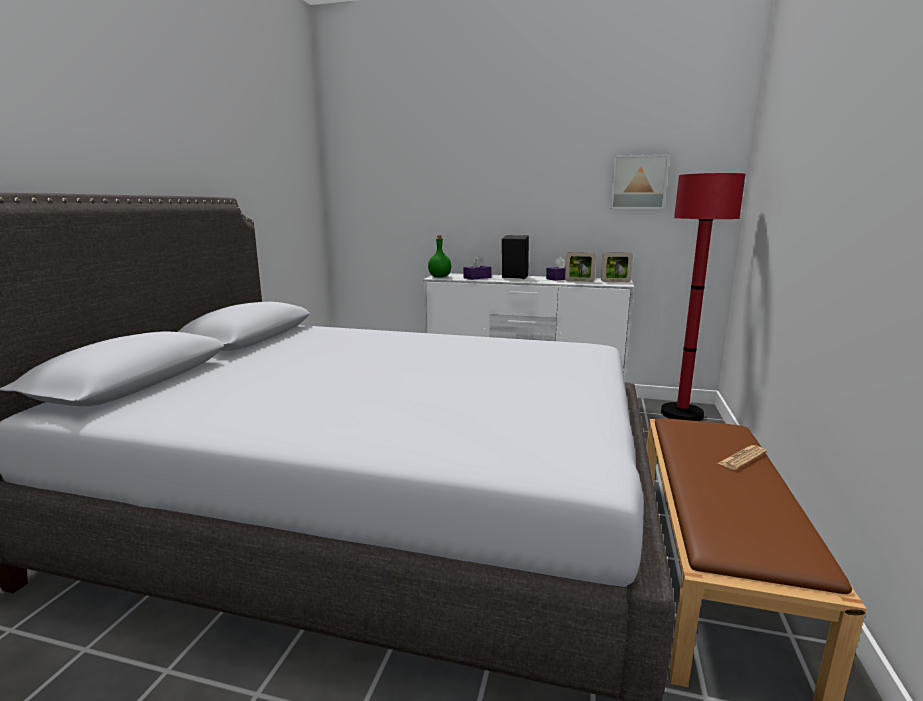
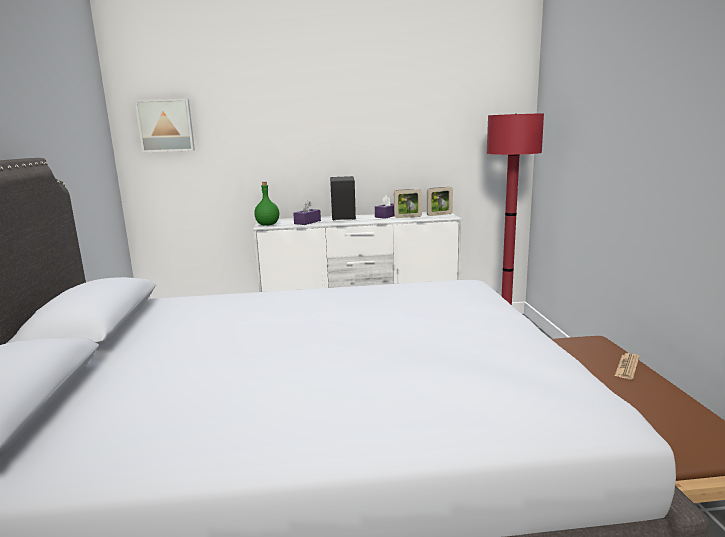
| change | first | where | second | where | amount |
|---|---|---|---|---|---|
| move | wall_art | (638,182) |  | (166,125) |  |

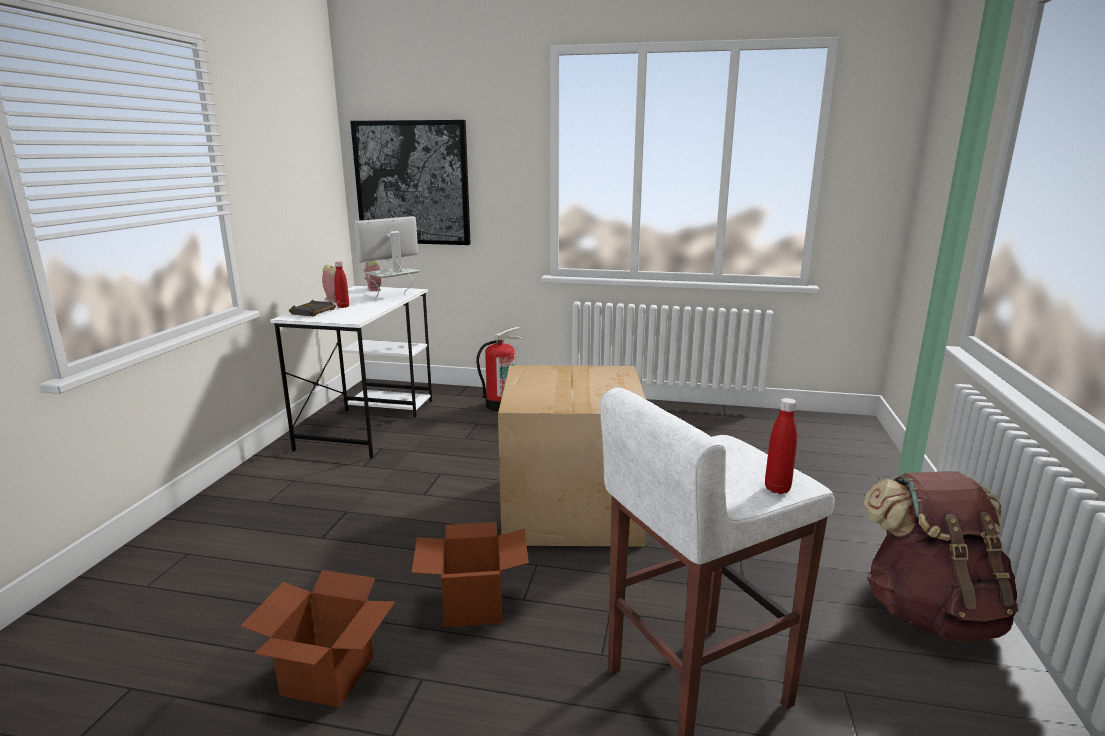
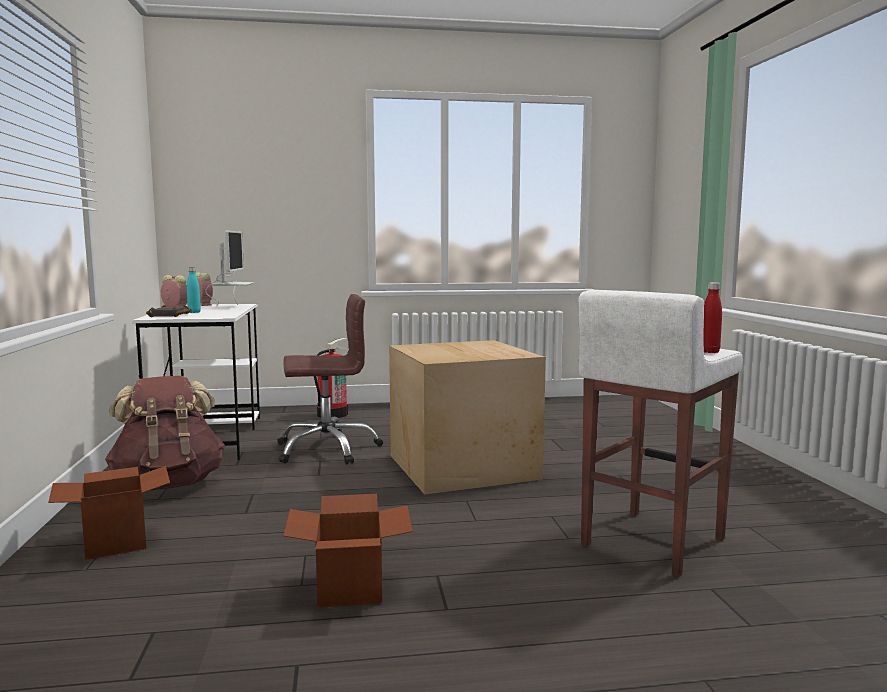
| change | first | where | second | where | amount |
|---|---|---|---|---|---|
| recolor | red-coloured_drink_bottle | (343,306) | blue-green_drink_bottle | (194,312) |  |
| delete | wall_art | (412,183) |  |  |  |
| rotate | monitor | (394,296) |  | (233,306) | 150 degrees clockwise |
| move | packing_box | (474,605) |  | (116,543) |  |
| move | brown-coloured_rucksack | (931,612) |  | (169,484) |  |
| insert |  |  | brown-coloured_desk_chair | (327,449) |  |

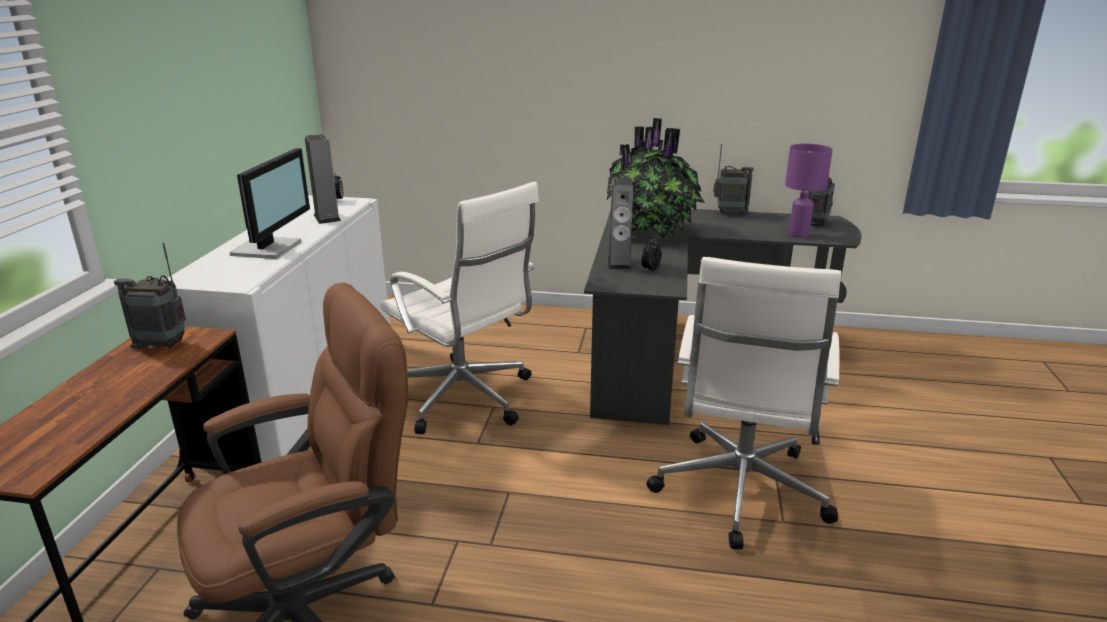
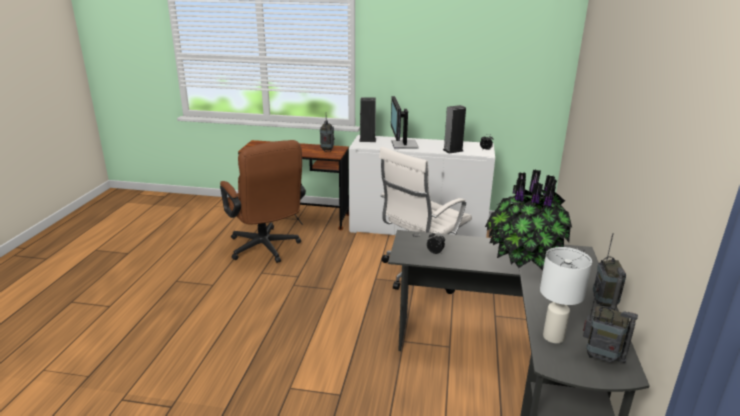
| change | first | where | second | where | amount |
|---|---|---|---|---|---|
| rotate | monitor | (269,248) |  | (403,145) | 75 degrees clockwise |
| move | speaker | (619,263) |  | (367,140) |  |
| delete | white_desk_chair | (739,492) |  |  |  |
| recolor | purple-coloured_table_lamp | (798,234) | white_table_lamp | (554,337) |  |

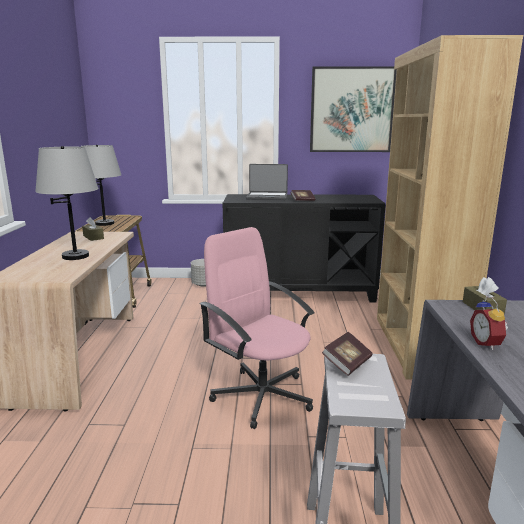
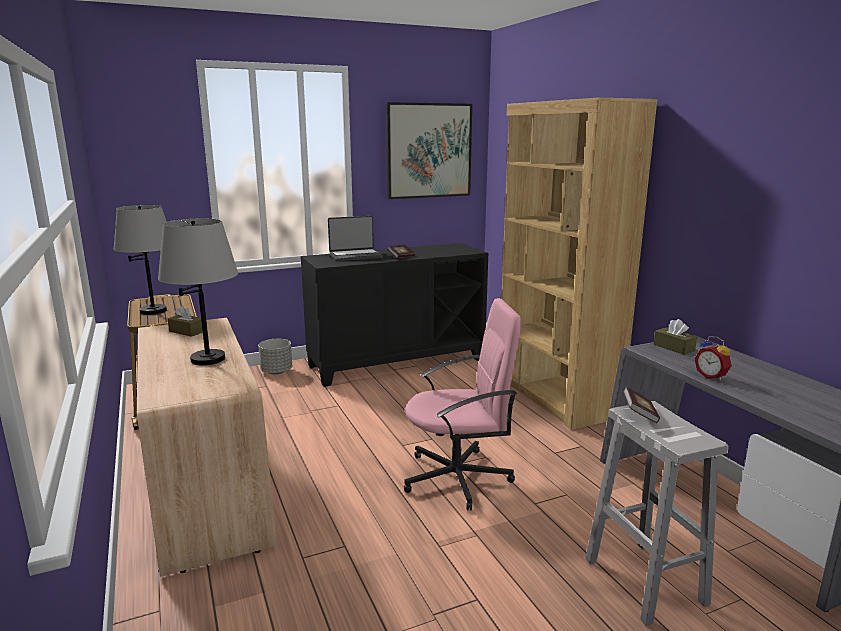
| change | first | where | second | where | amount |
|---|---|---|---|---|---|
| rotate | pinkish_desk_chair | (261,395) |  | (458,477) | 150 degrees clockwise |

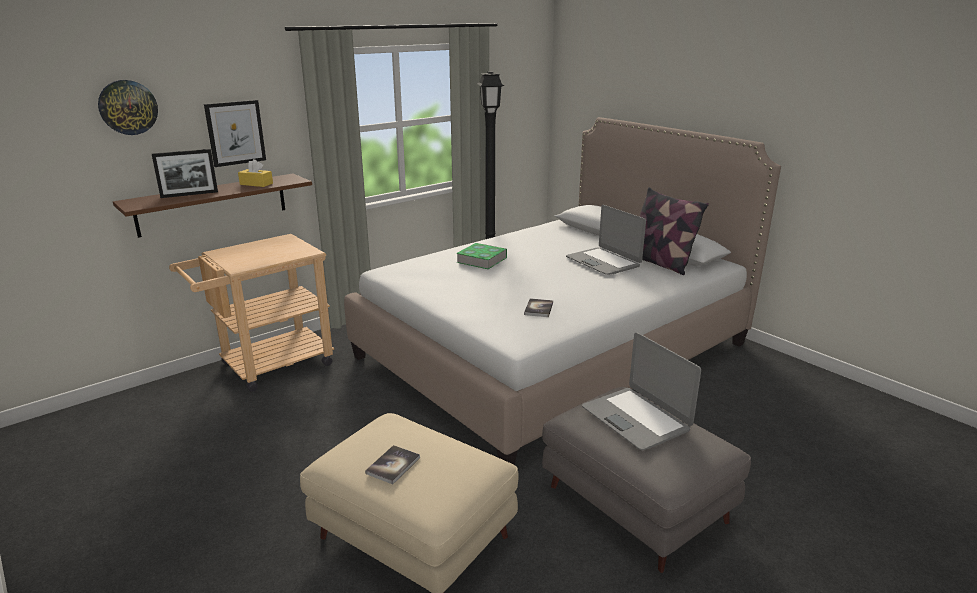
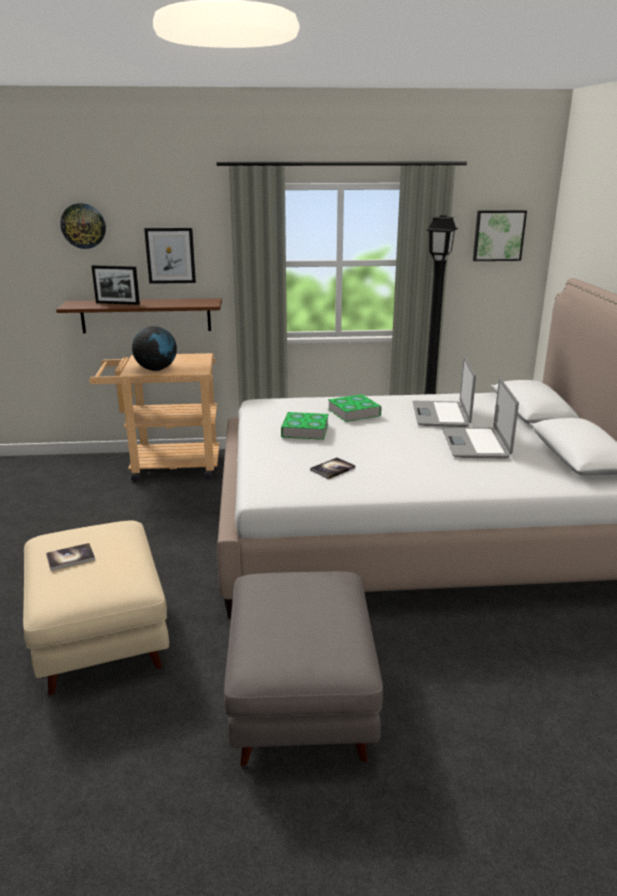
| change | first | where | second | where | amount |
|---|---|---|---|---|---|
| delete | yellowish_tissue_box | (256,184) |  |  |  |
| move | notebook_computer | (636,419) |  | (441,415) |  |
| delete | cushion | (659,263) |  |  |  |
| insert |  |  | world_globe | (156,369) |  |
| insert |  |  | volume | (305,430) |  |
| insert |  |  | wall_art | (498,235) |  |

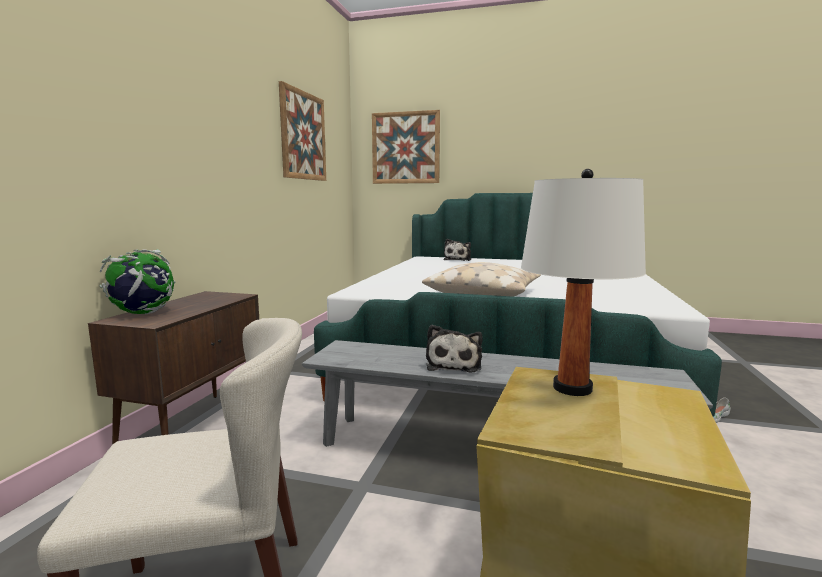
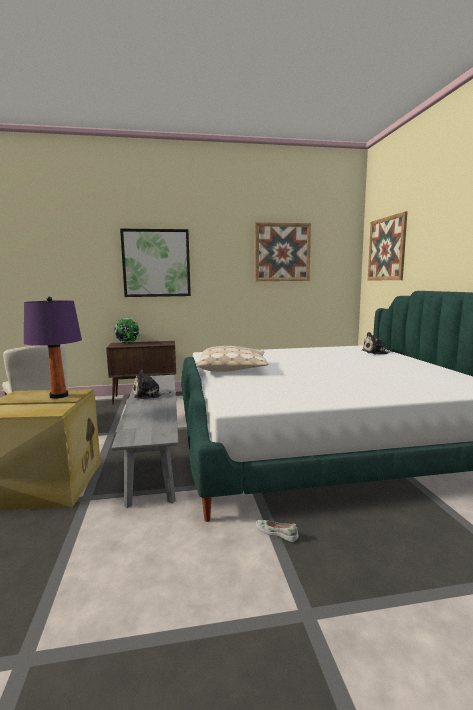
| change | first | where | second | where | amount |
|---|---|---|---|---|---|
| recolor | white_table_lamp | (572,388) | purple-coloured_table_lamp | (59,396) |  |
| insert |  |  | wall_art | (156,263) |  |

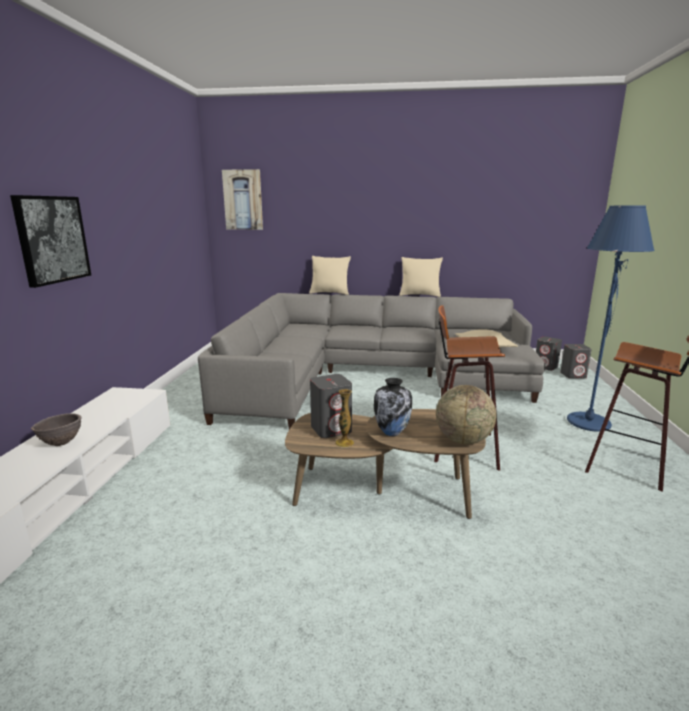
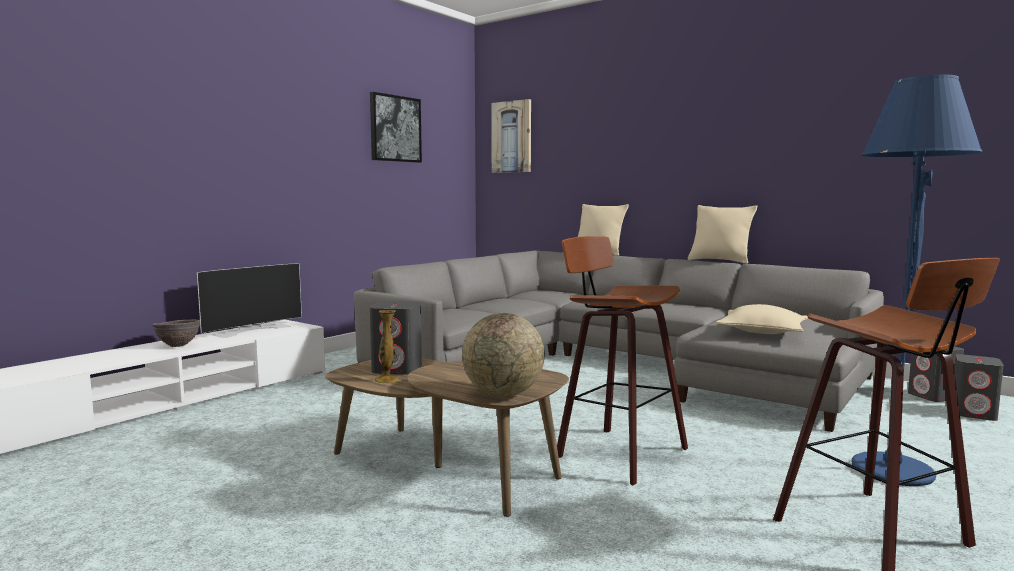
| change | first | where | second | where | amount |
|---|---|---|---|---|---|
| move | wall_art | (52,239) |  | (395,129) |  |
| delete | vase | (392,432) |  |  |  |
| insert |  |  | television | (251,329) |  |

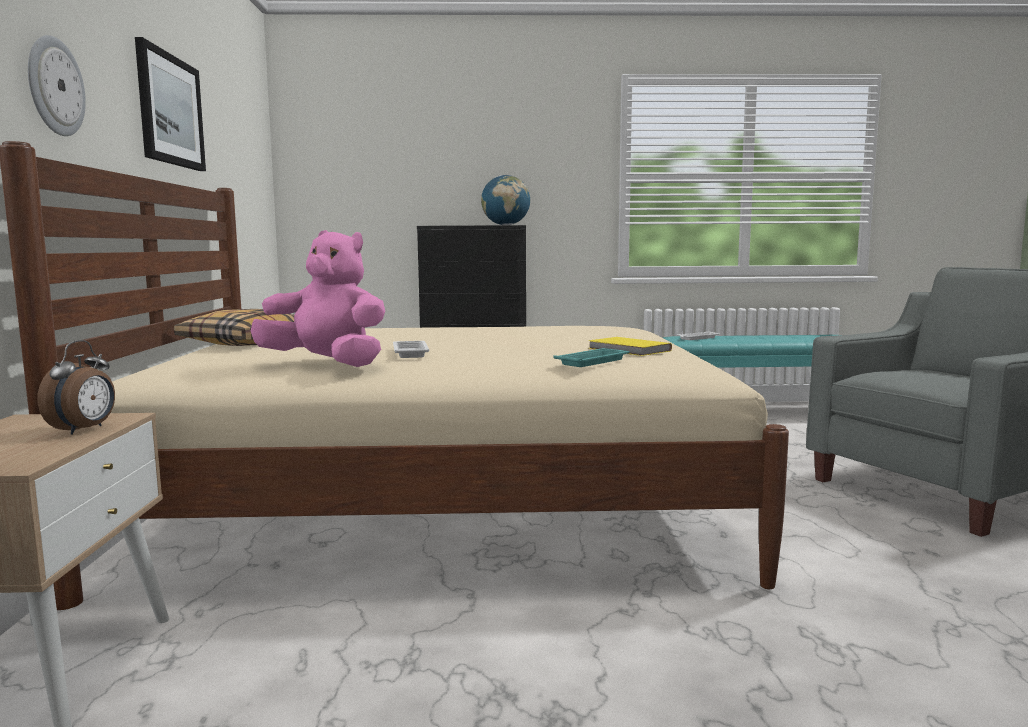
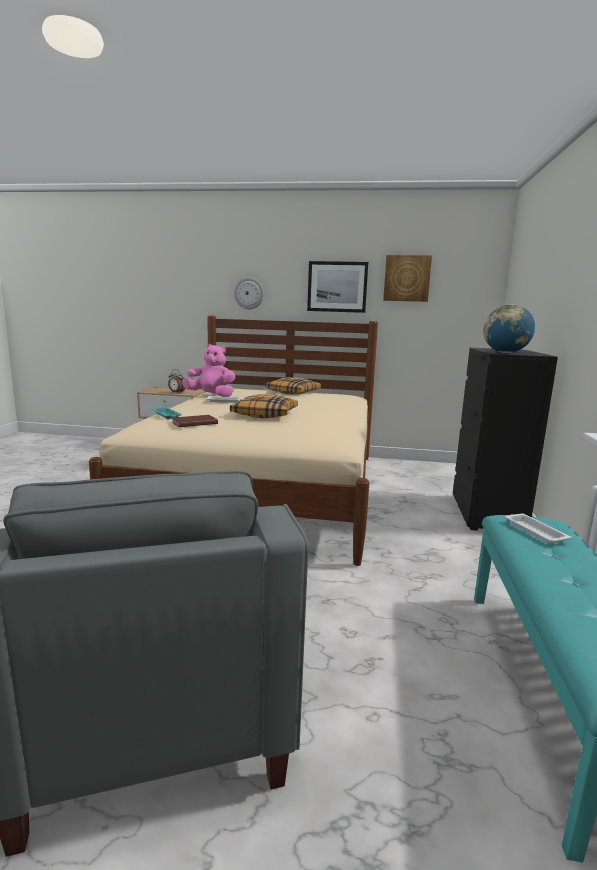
| change | first | where | second | where | amount |
|---|---|---|---|---|---|
| rotate | pinkish_plush_toy | (327,364) |  | (211,396) | 105 degrees counterclockwise |
| recolor | yellowish_volume | (628,350) | brown-coloured_volume | (193,423) |  |
| insert |  |  | cushion | (265,414) |  |
| insert |  |  | wall_art | (407,278) |  |

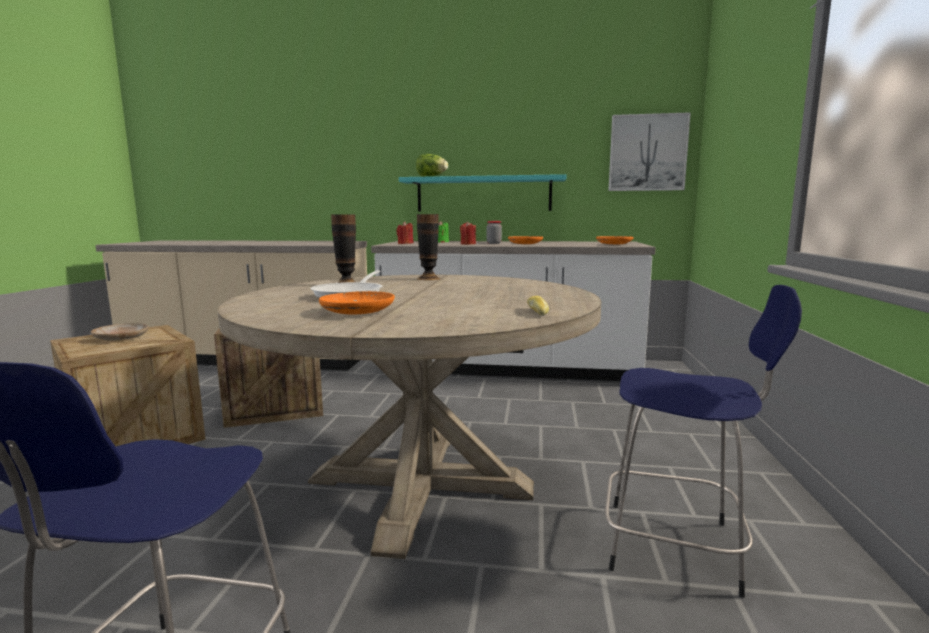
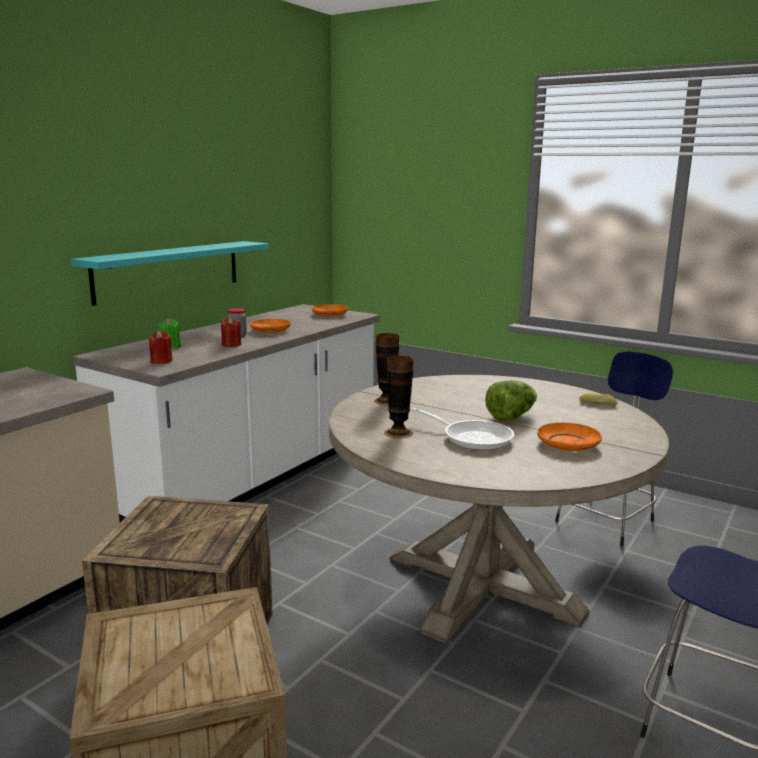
| change | first | where | second | where | amount |
|---|---|---|---|---|---|
| delete | sand-coloured_flat_dish | (121,338) |  |  |  |
| move | head_of_lettuce | (431,177) |  | (511,417) |  |
| delete | wall_art | (647,153) |  |  |  |

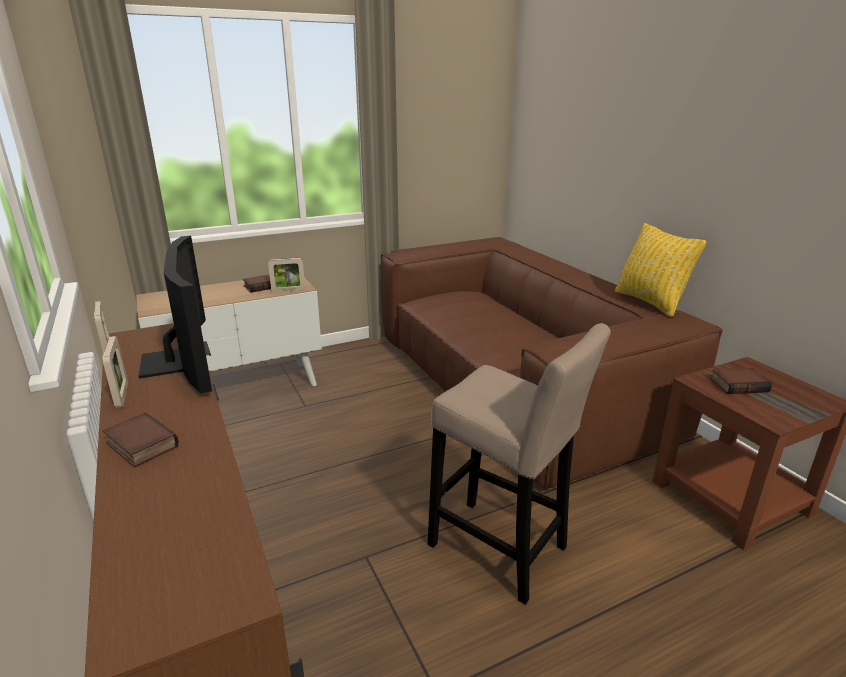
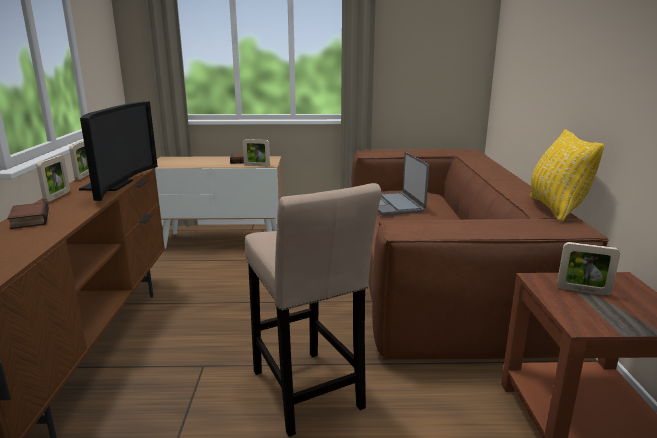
| change | first | where | second | where | amount |
|---|---|---|---|---|---|
| replace | volume | (739,385) | photo_frame | (583,291) |  |
| insert |  |  | notebook_computer | (394,205) |  |

